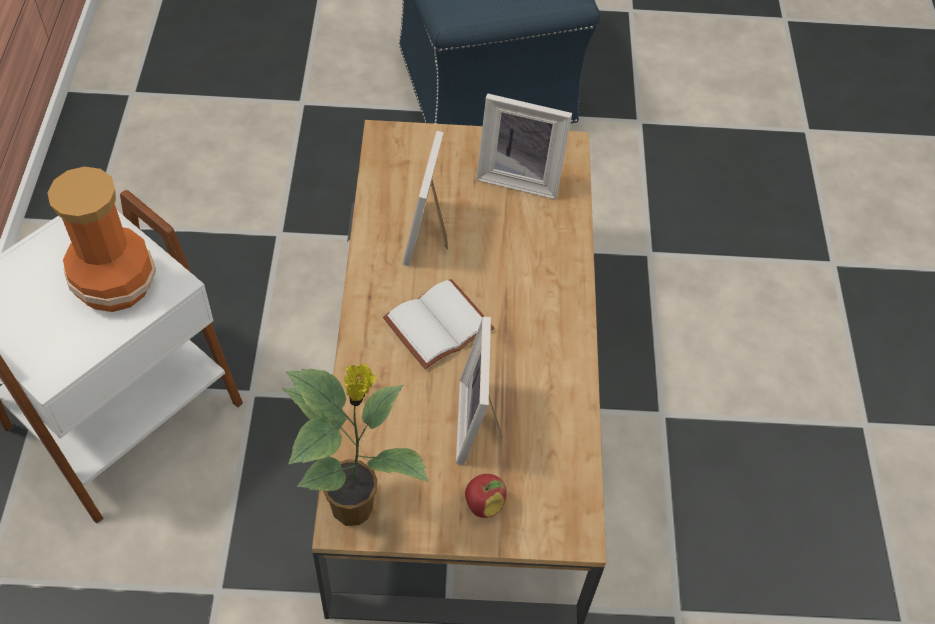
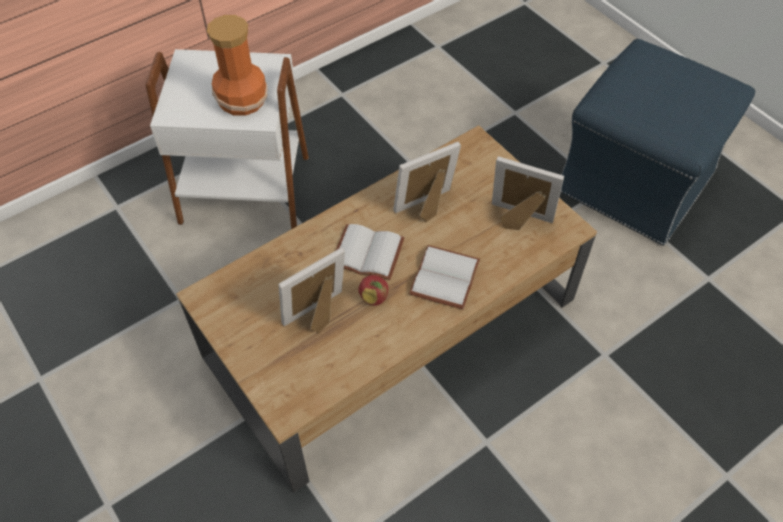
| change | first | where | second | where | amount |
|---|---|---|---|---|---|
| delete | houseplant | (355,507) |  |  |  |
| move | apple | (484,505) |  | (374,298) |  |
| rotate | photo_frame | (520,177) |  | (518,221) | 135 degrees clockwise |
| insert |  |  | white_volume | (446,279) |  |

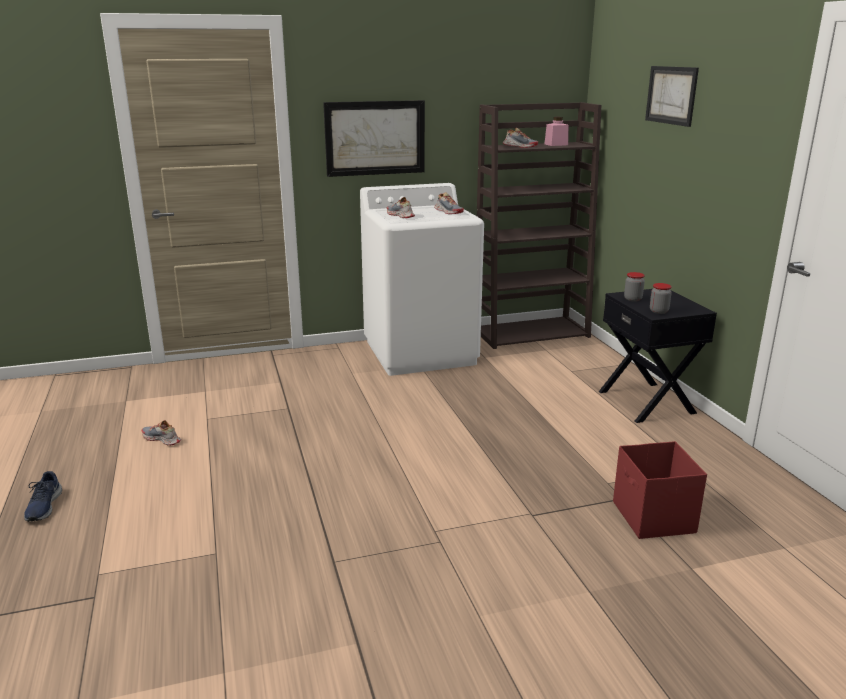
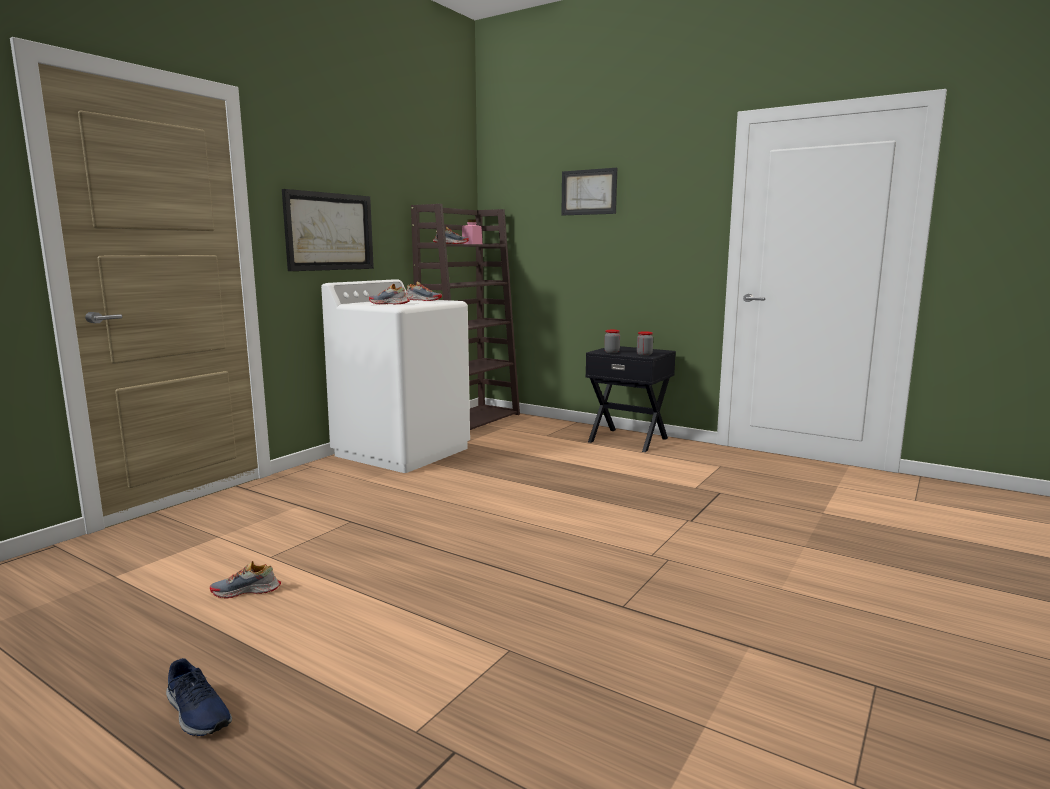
| change | first | where | second | where | amount |
|---|---|---|---|---|---|
| delete | red-coloured_storage_container | (653,518) |  |  |  |

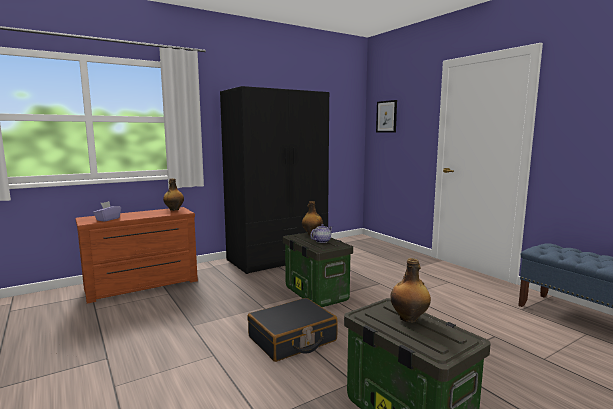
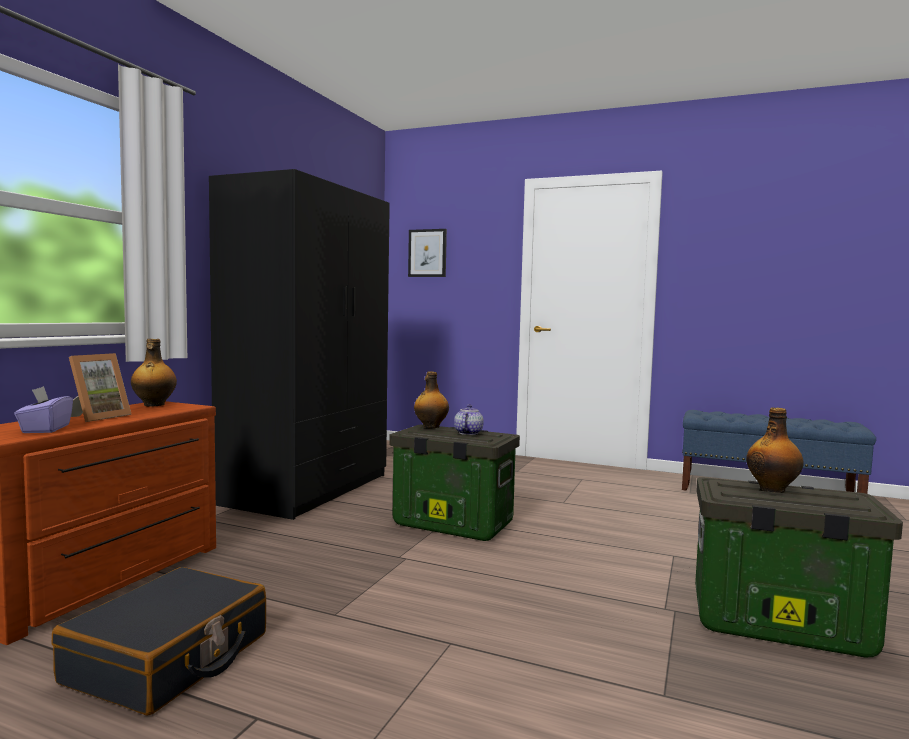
| change | first | where | second | where | amount |
|---|---|---|---|---|---|
| move | black_piece_of_luggage | (292,339) |  | (169,659) |  |
| insert |  |  | photo_frame | (97,417) |  |

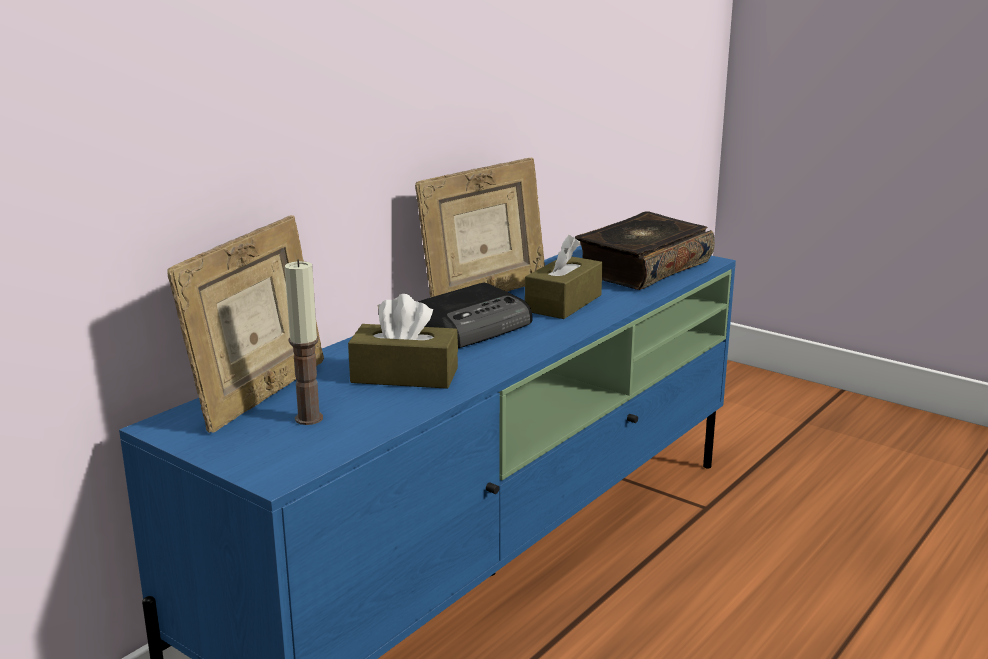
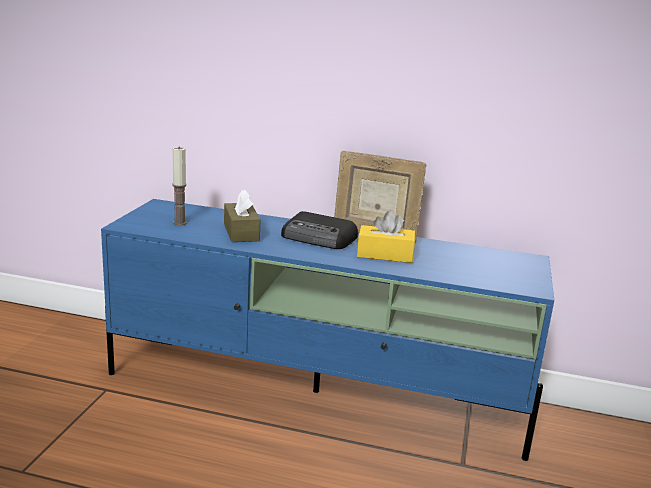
| change | first | where | second | where | amount |
|---|---|---|---|---|---|
| delete | photo_frame | (260,396) |  |  |  |
| recolor | brown-coloured_tissue_box | (563,303) | yellowish_tissue_box | (385,255) |  |
| delete | volume | (641,268) |  |  |  |

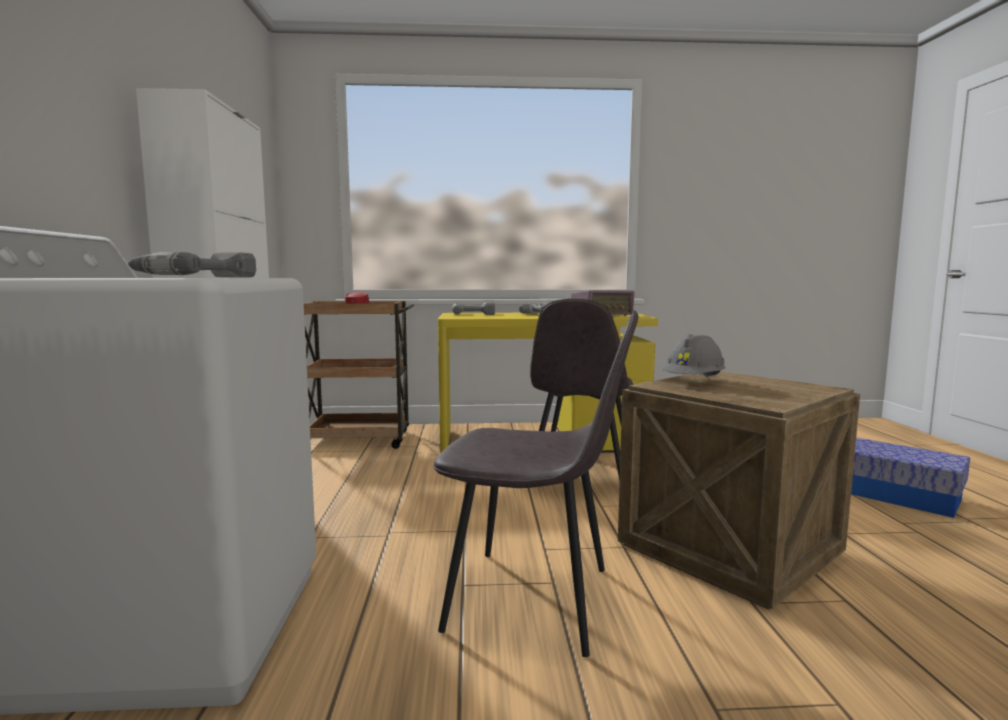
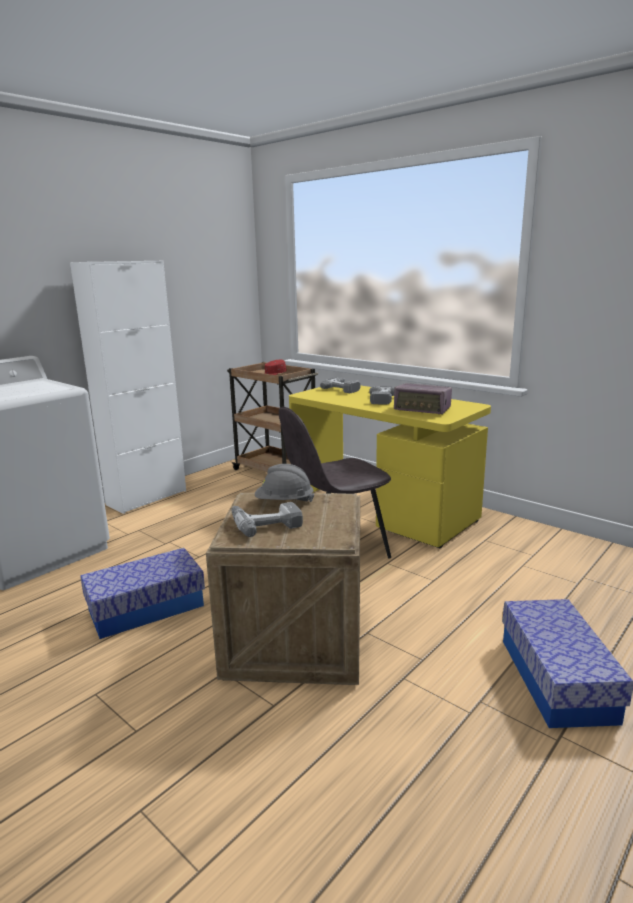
| change | first | where | second | where | amount |
|---|---|---|---|---|---|
| move | drill | (194,277) |  | (265,522) |  |
| replace | greyish_plain_chair | (535,599) | storage_container | (146,608) |  |

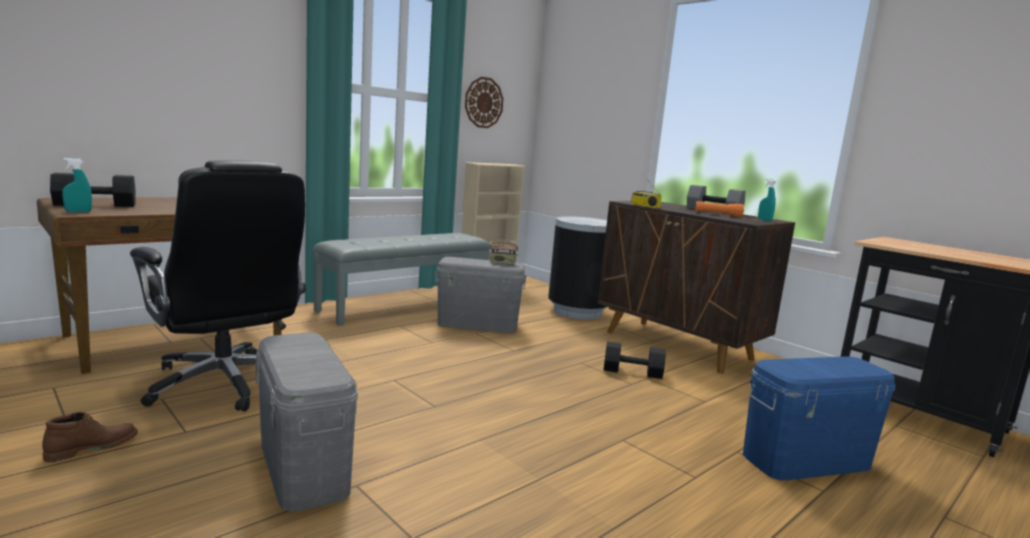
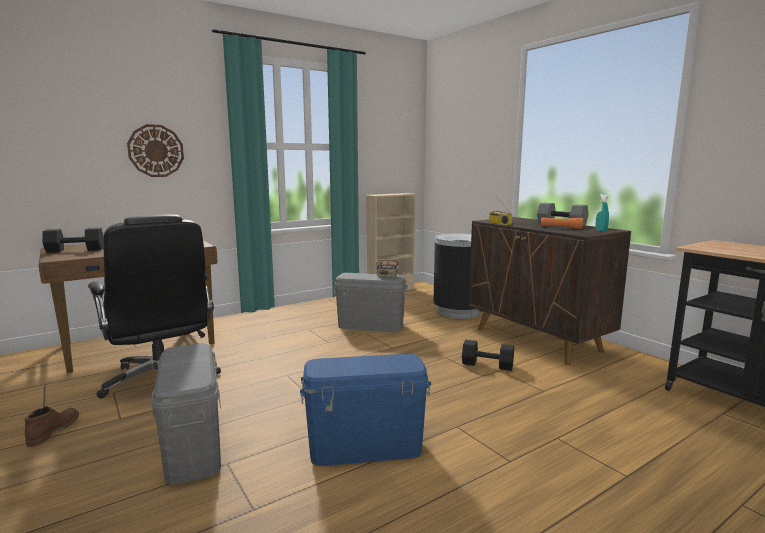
| change | first | where | second | where | amount |
|---|---|---|---|---|---|
| rotate | brown-coloured_boot | (92,448) |  | (53,431) | 45 degrees counterclockwise |
| delete | blue-green_sprayer | (78,212) |  |  |  |
| delete | greyish_bench | (405,305) |  |  |  |
| move | wall_clock | (483,102) |  | (156,151) |  |
| move | bluish_storage_container | (806,460) |  | (365,447) |  |

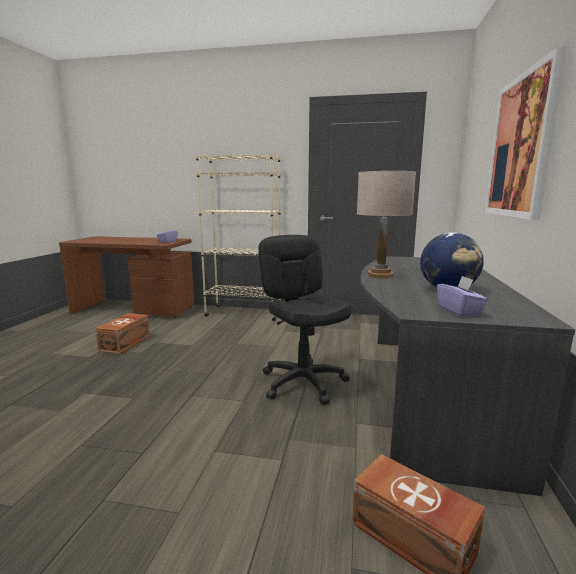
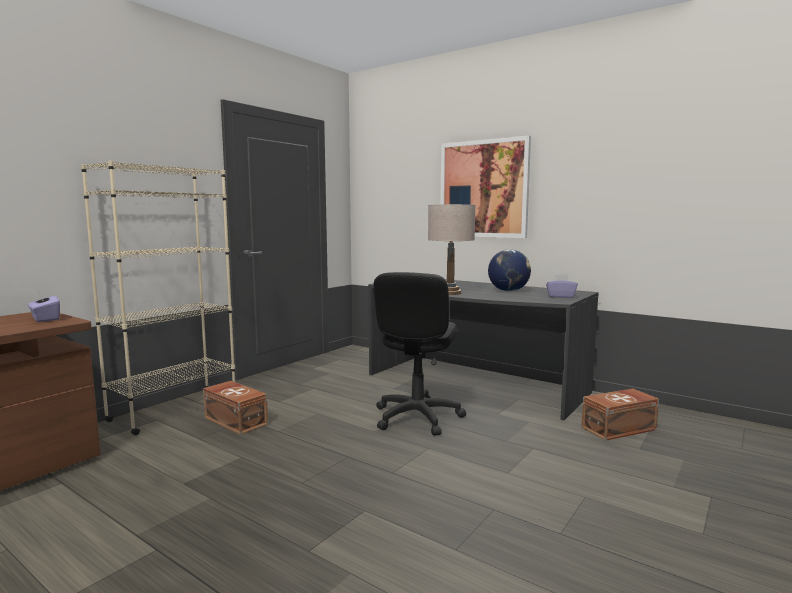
| change | first | where | second | where | amount |
|---|---|---|---|---|---|
| move | brown-coloured_storage_container | (126,343) |  | (236,420) |  |
| rotate | black_desk_chair | (303,382) |  | (417,417) | 75 degrees counterclockwise |

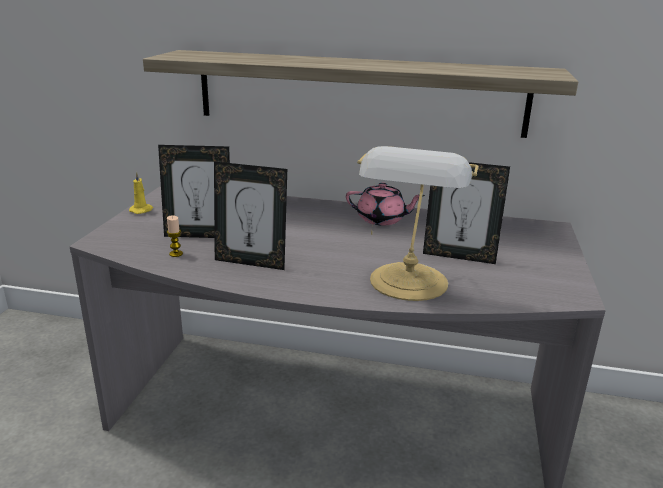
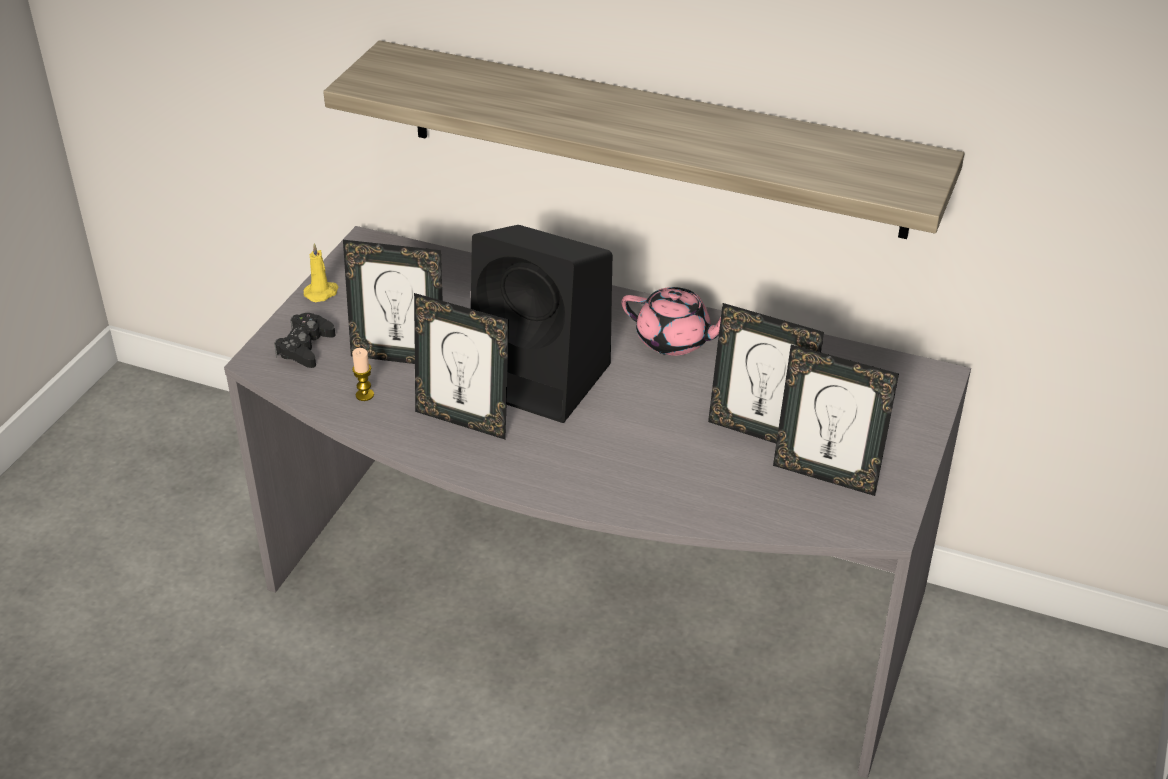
| change | first | where | second | where | amount |
|---|---|---|---|---|---|
| delete | table_lamp | (408,283) |  |  |  |
| insert |  |  | black_joypad | (305,347) |  |
| insert |  |  | black_speaker | (545,378) |  |
| insert |  |  | photo_frame | (826,475) |  |

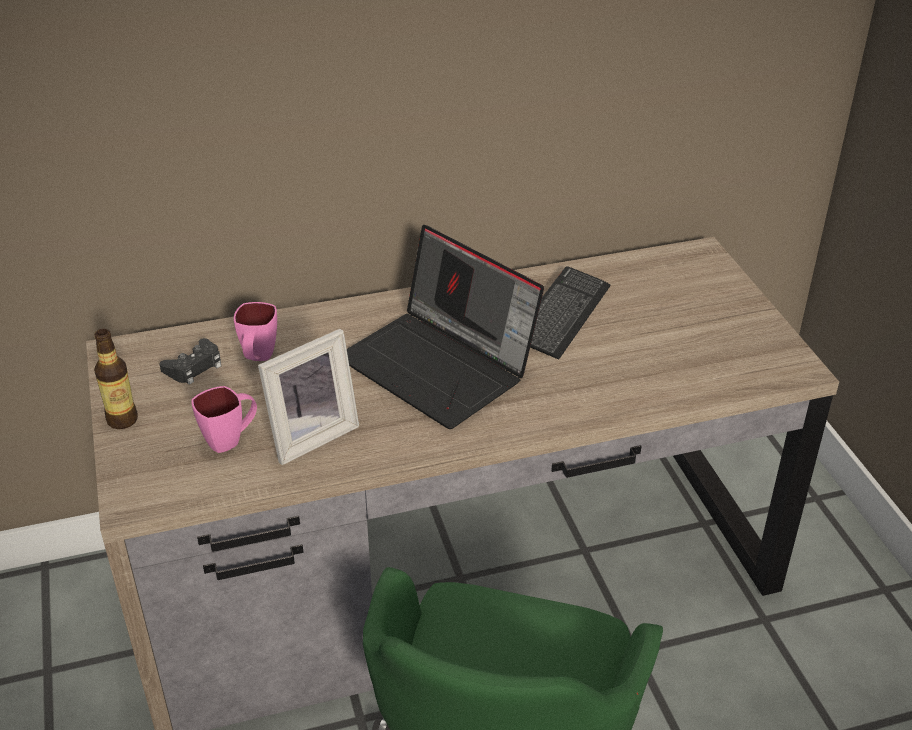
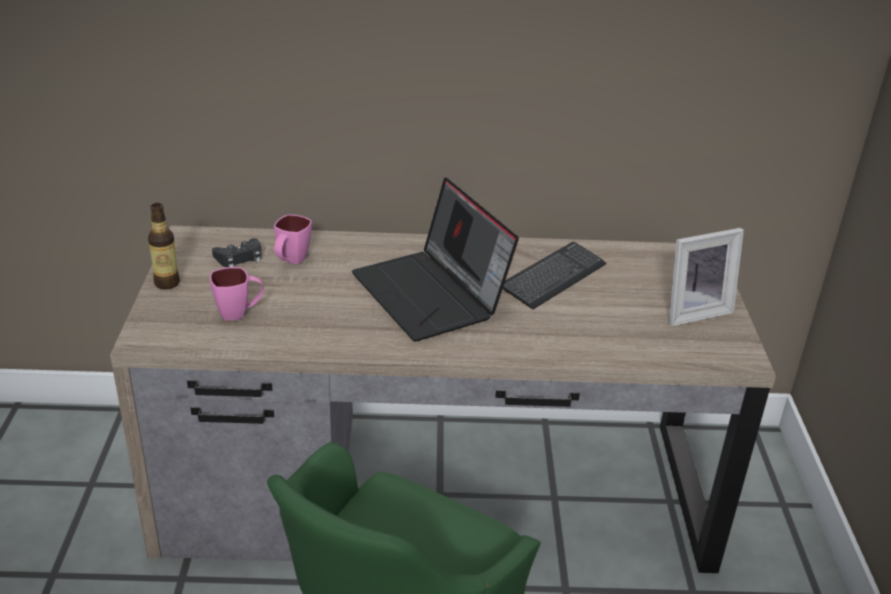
| change | first | where | second | where | amount |
|---|---|---|---|---|---|
| move | photo_frame | (310,435) |  | (693,311) |  |

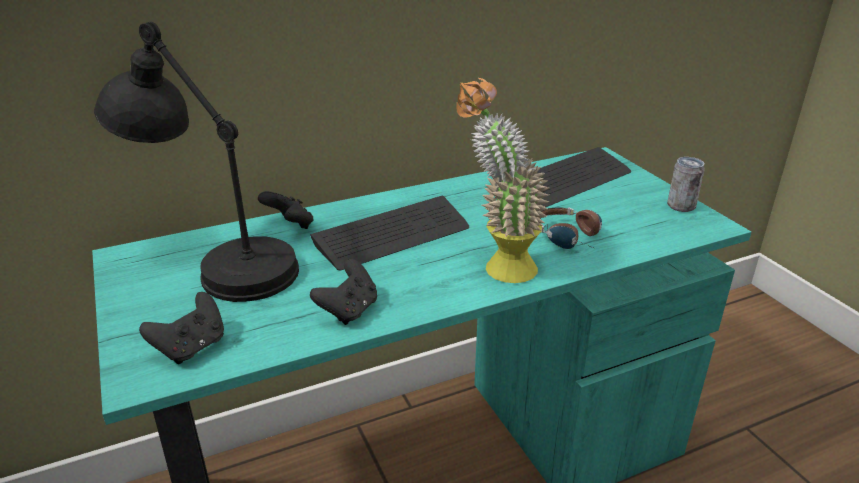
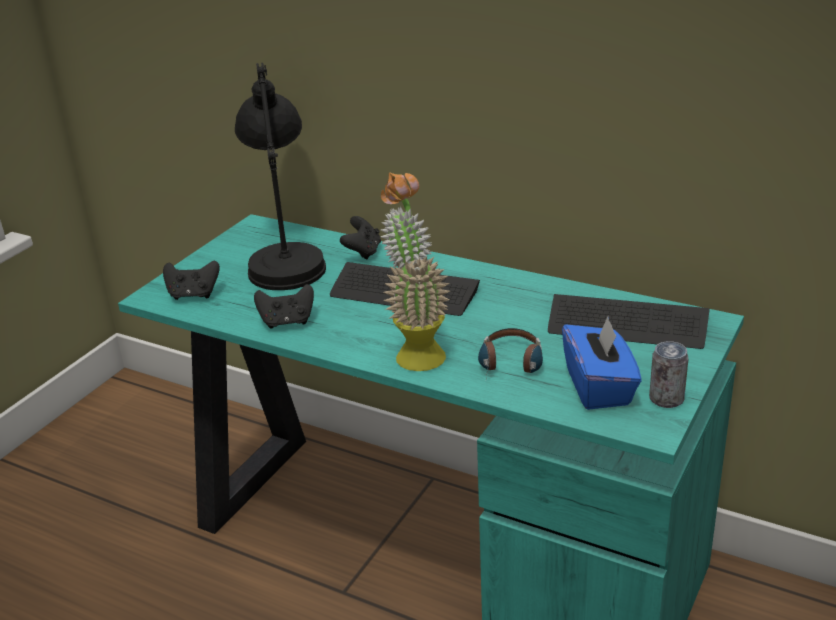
| change | first | where | second | where | amount |
|---|---|---|---|---|---|
| insert |  |  | bluish_tissue_box | (599,387) |  |

